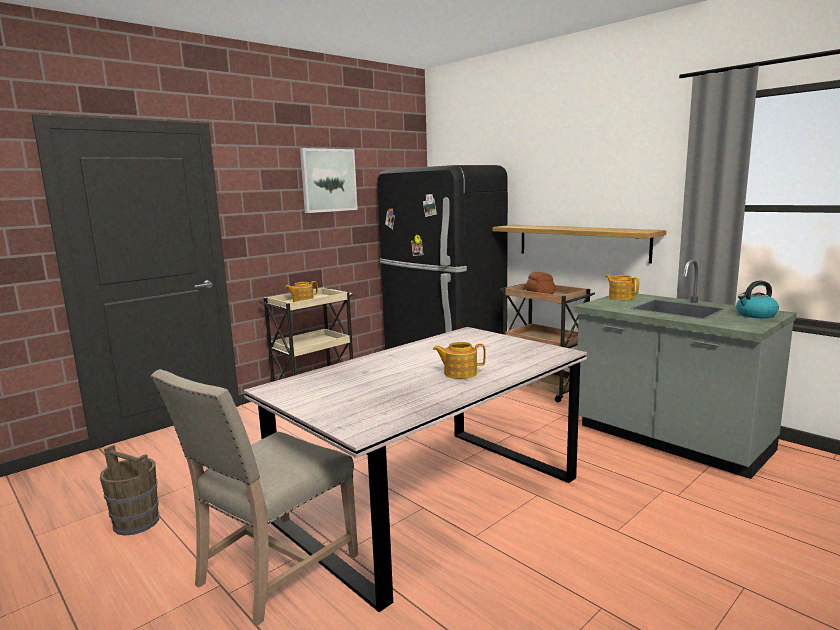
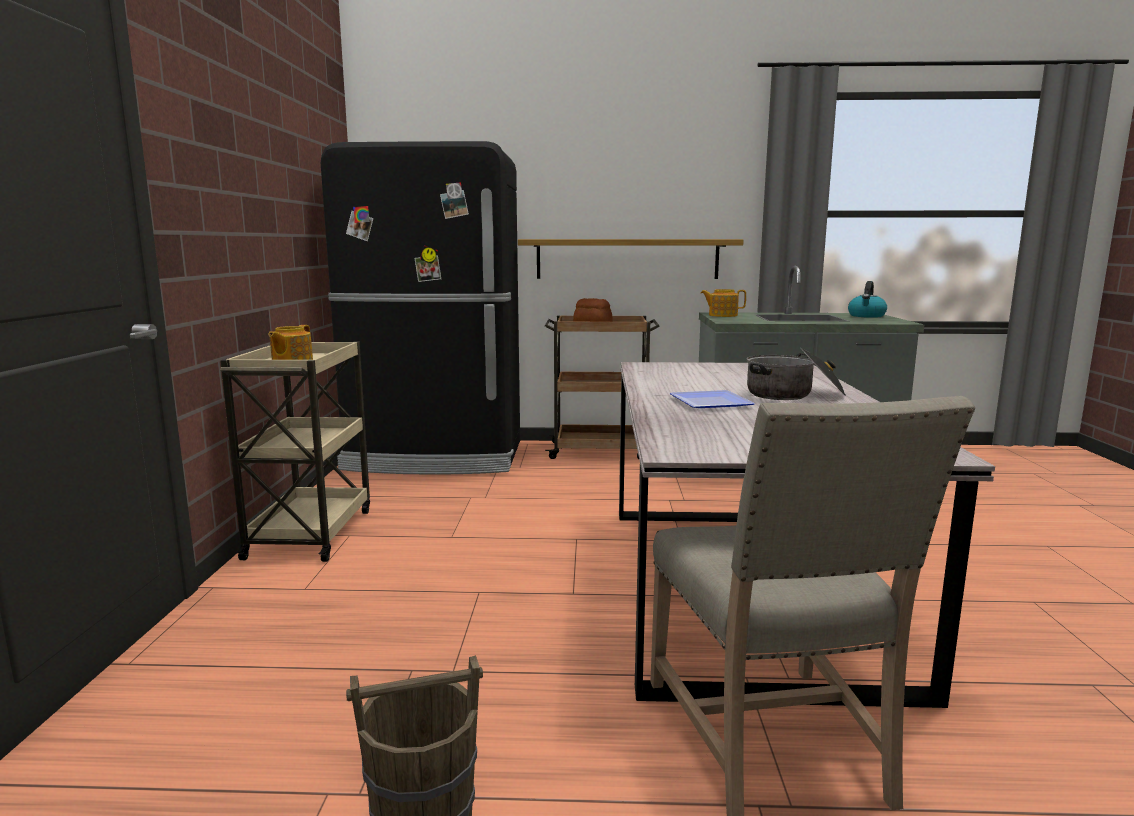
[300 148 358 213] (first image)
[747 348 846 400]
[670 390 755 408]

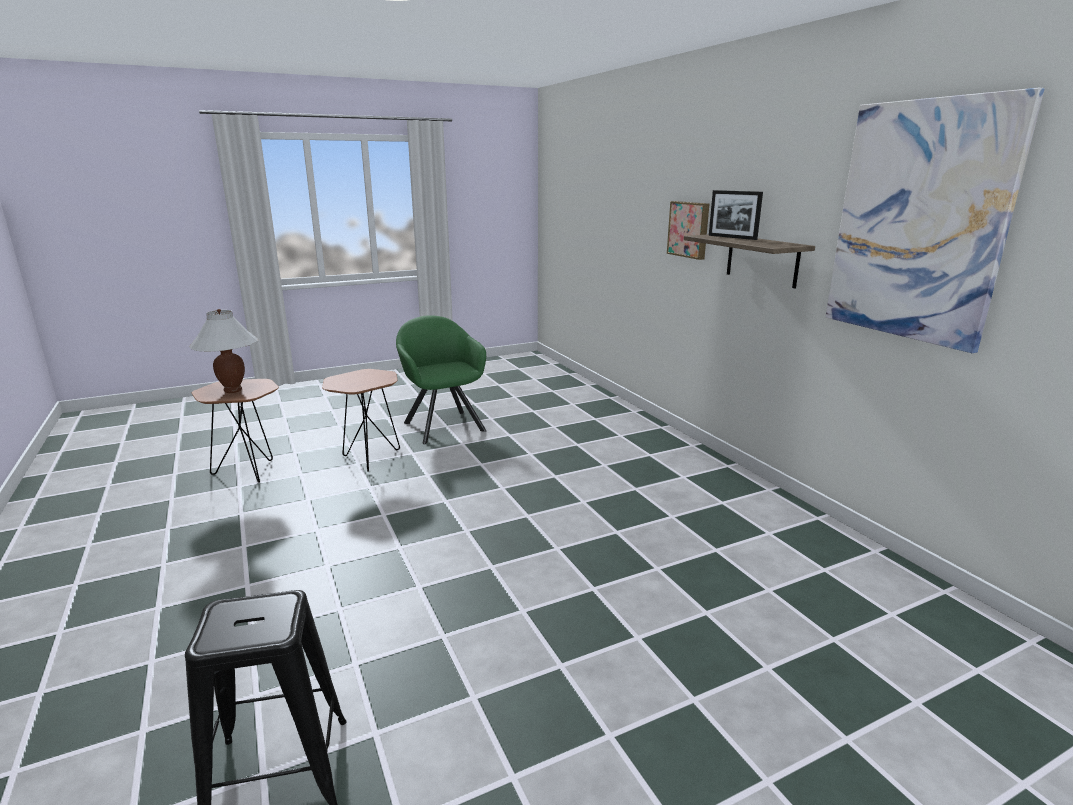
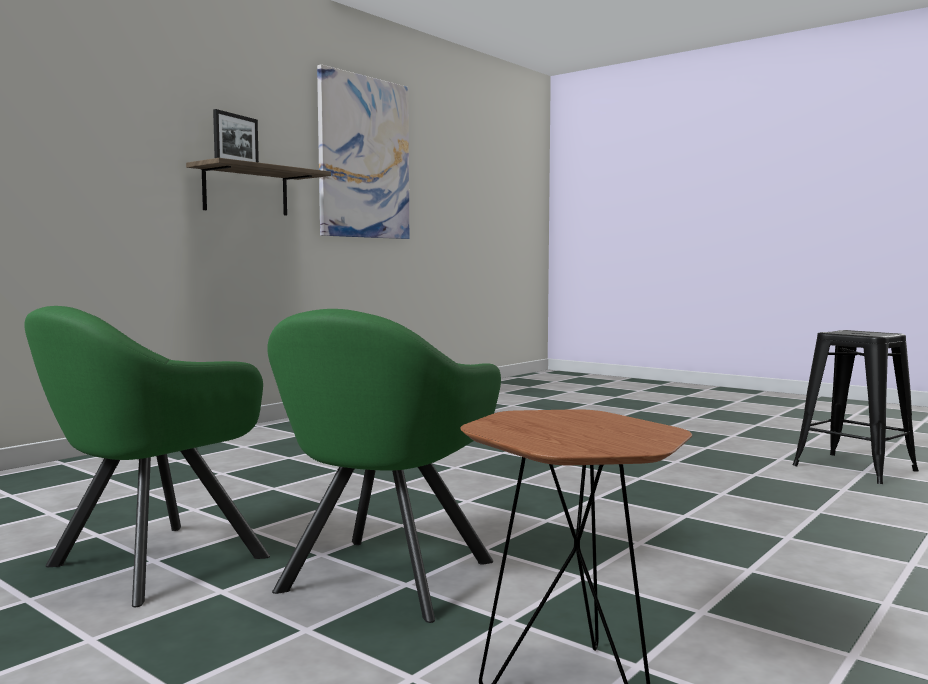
[667 201 709 260] (first image)
[189 309 259 393] (first image)
[268 309 501 623]

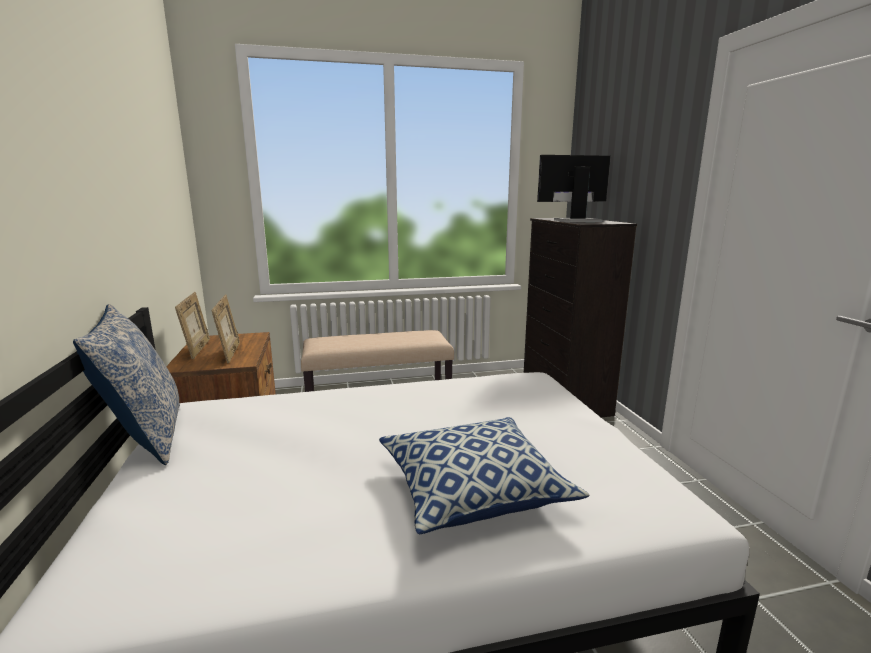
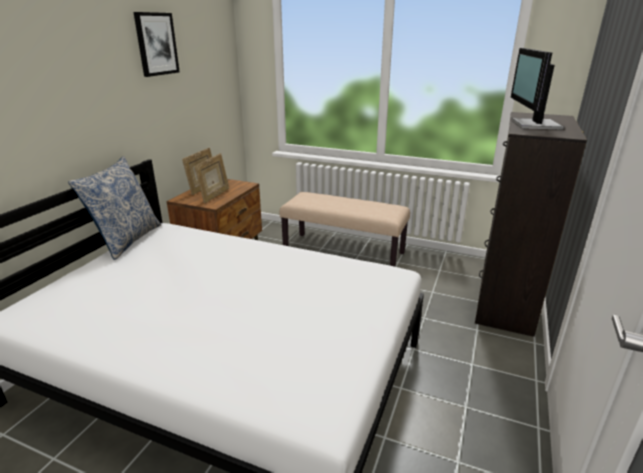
[511 48 564 130]
[379 417 589 534] (first image)
[134 12 180 77]

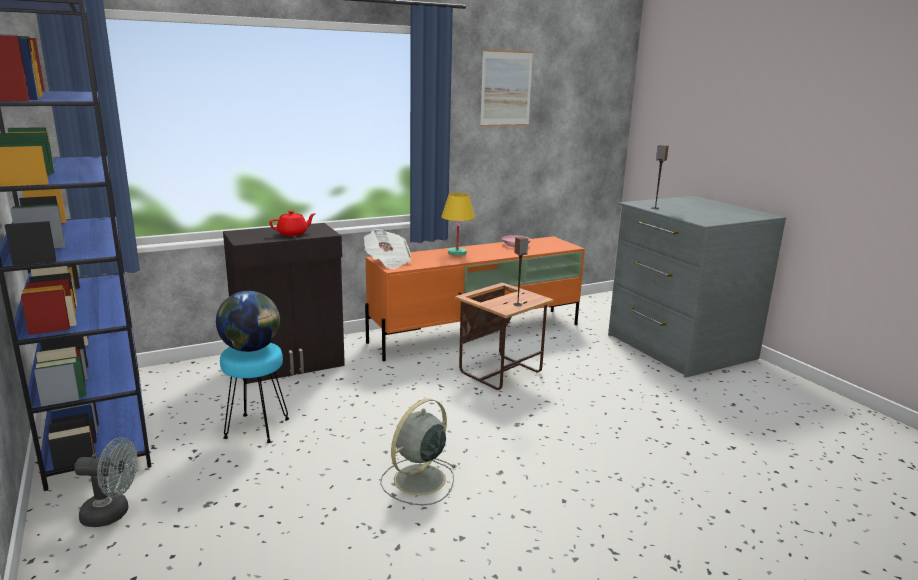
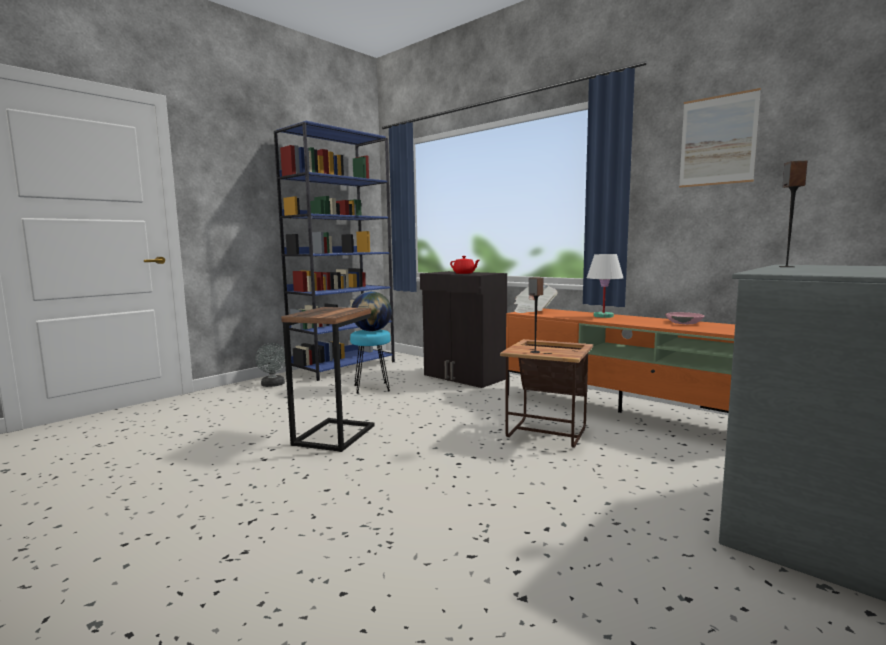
[587 254 623 318]
[281 307 375 452]

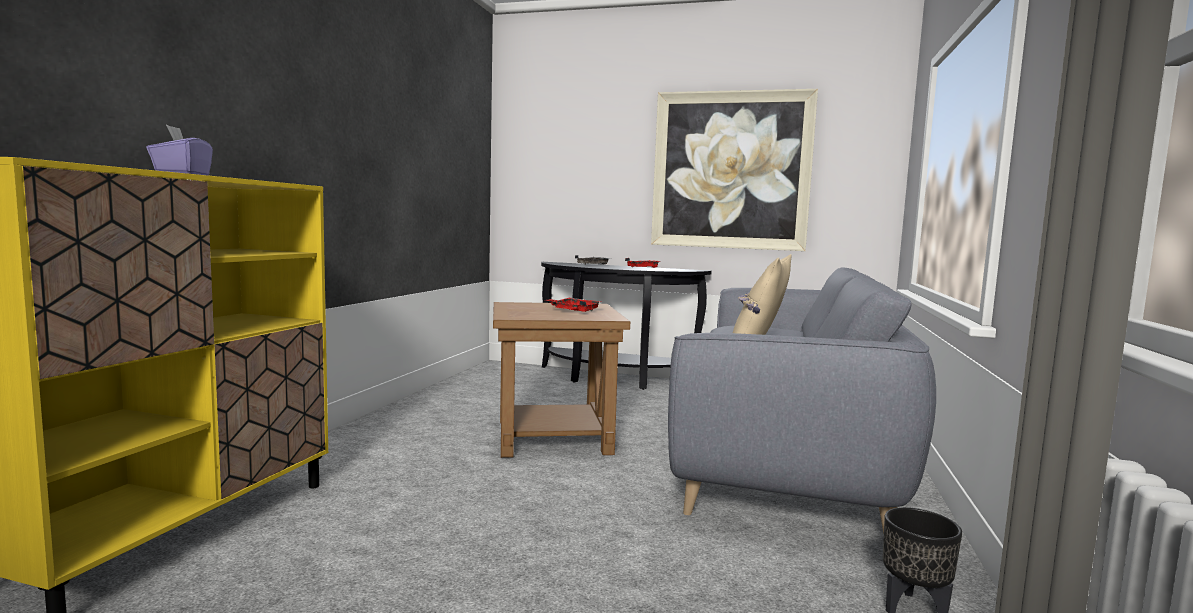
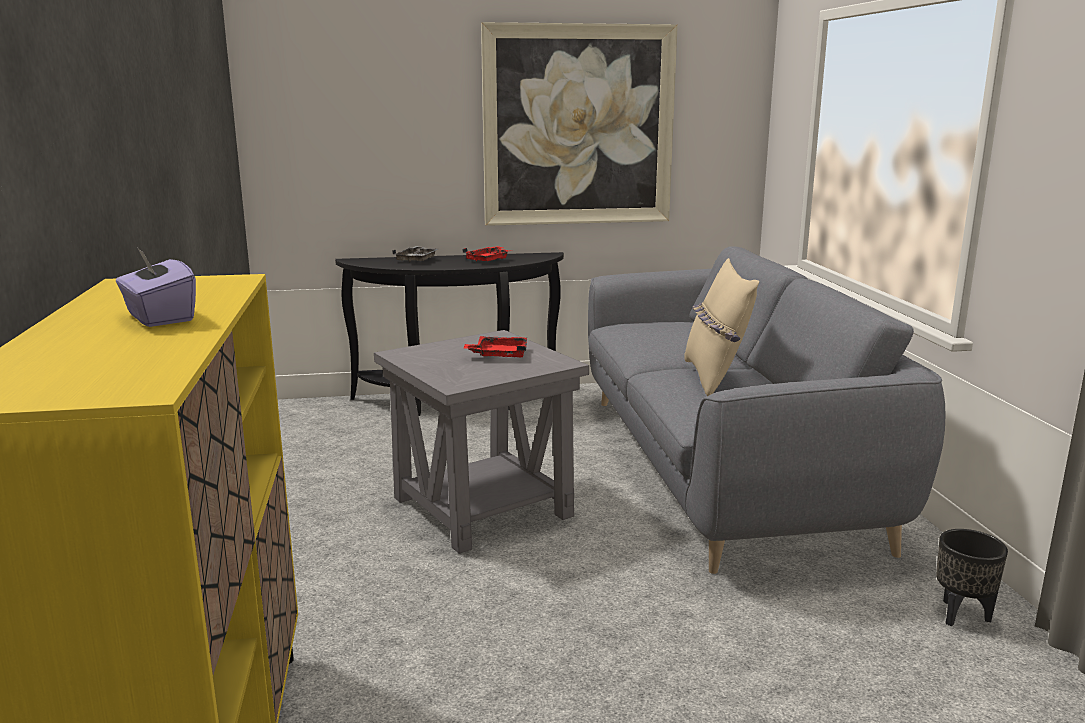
[374 330 589 554]

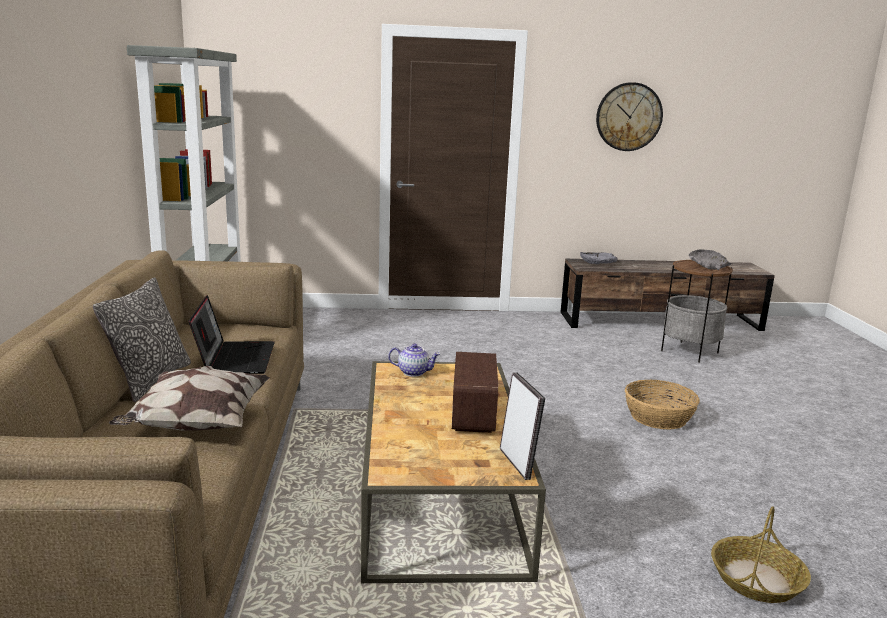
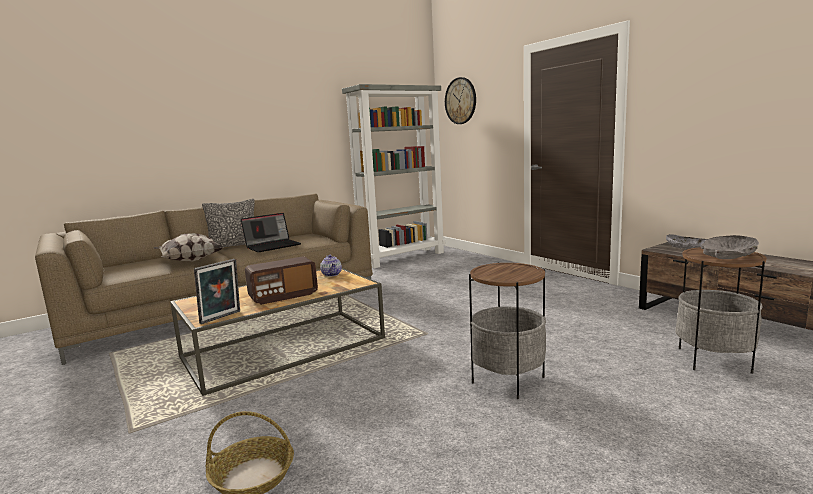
[445 77 476 124]
[469 262 546 399]

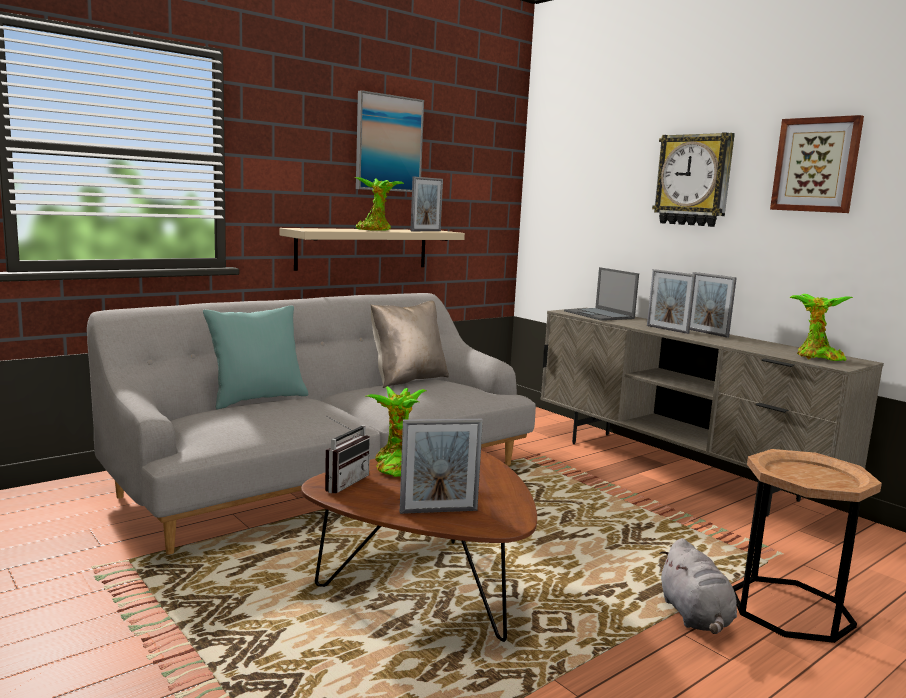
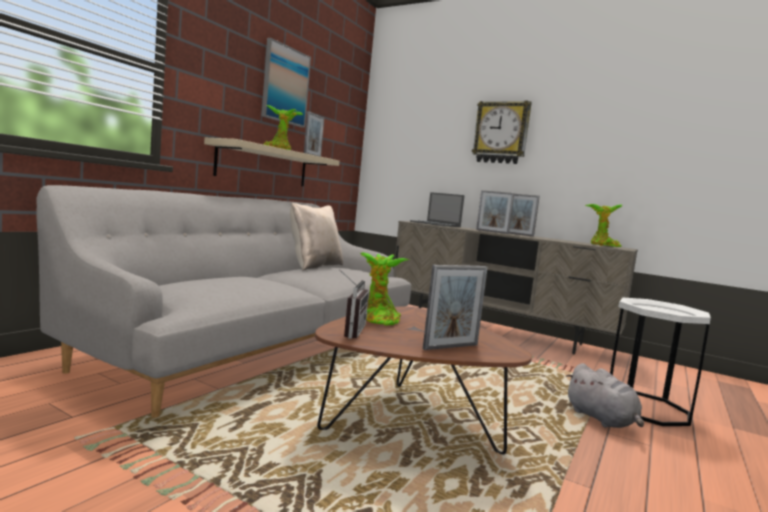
[770 115 864 213] (first image)
[203 305 308 409] (first image)
[610 298 711 426]

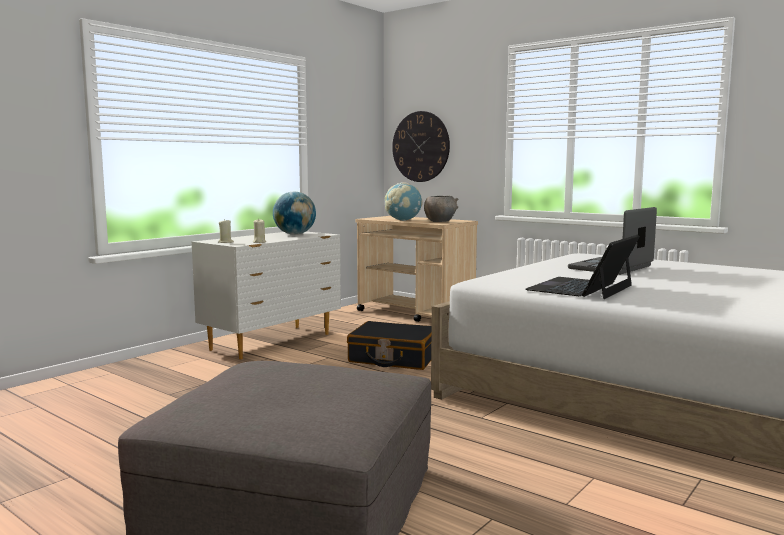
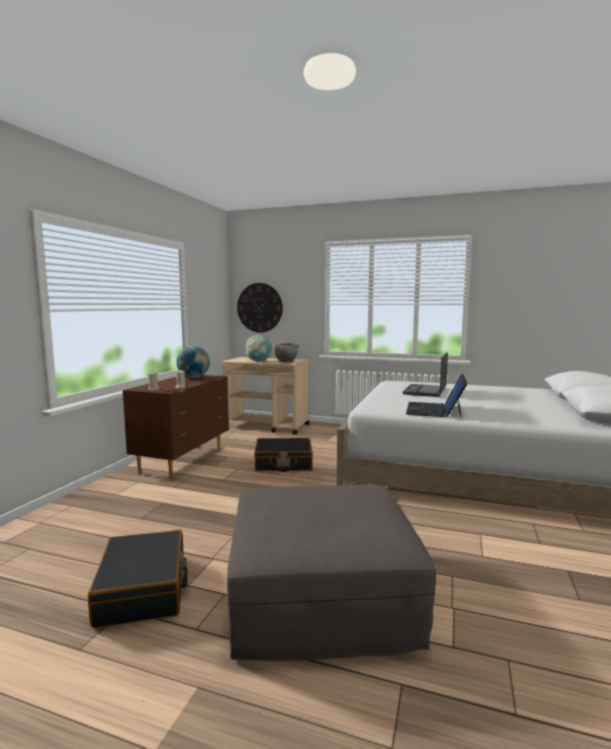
[123 375 229 479]
[88 530 188 628]

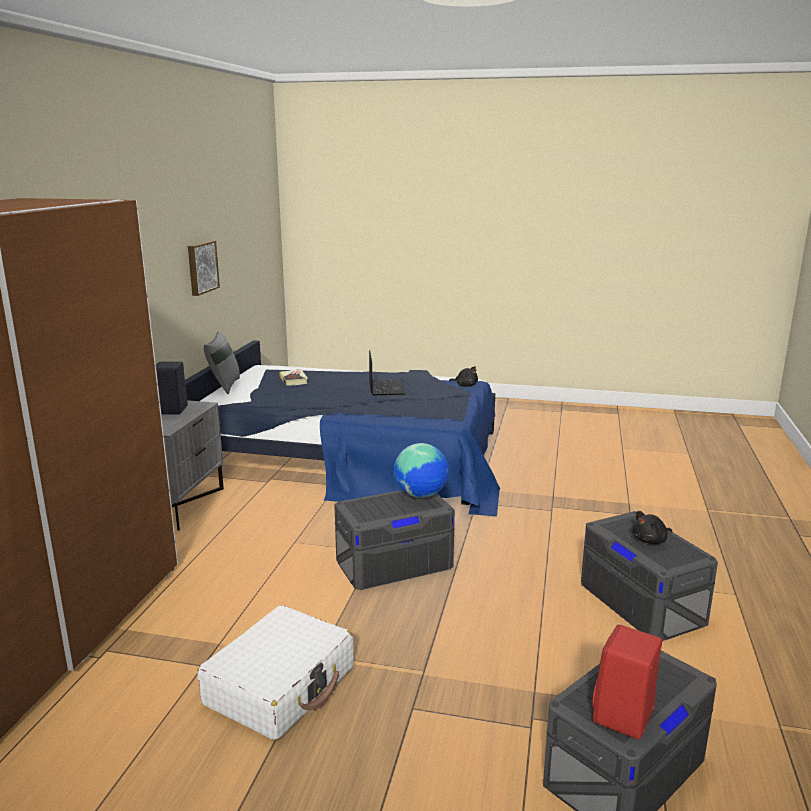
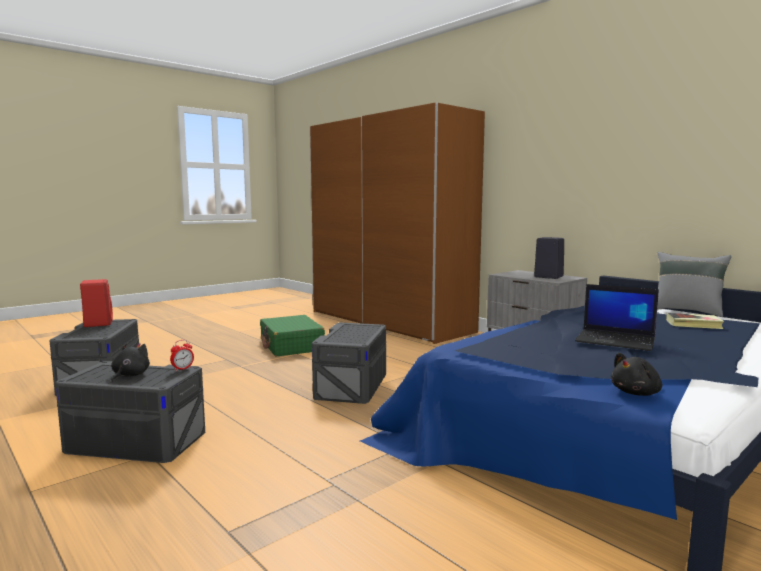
[188 240 220 296] (first image)
[394 443 449 498] (first image)
[260 315 325 357]
[170 340 194 371]

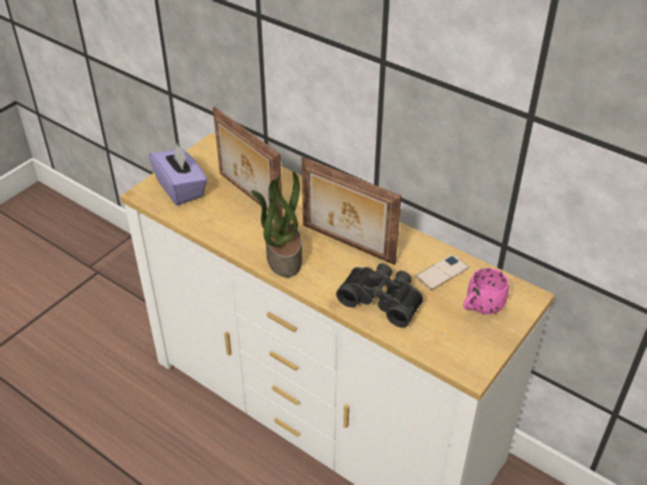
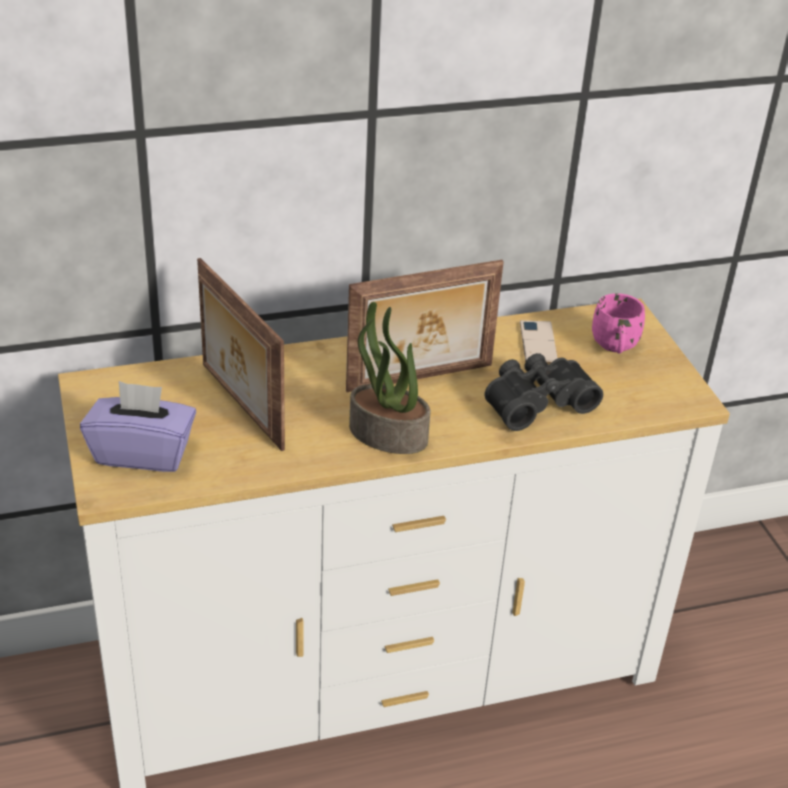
[197 258 285 451]

